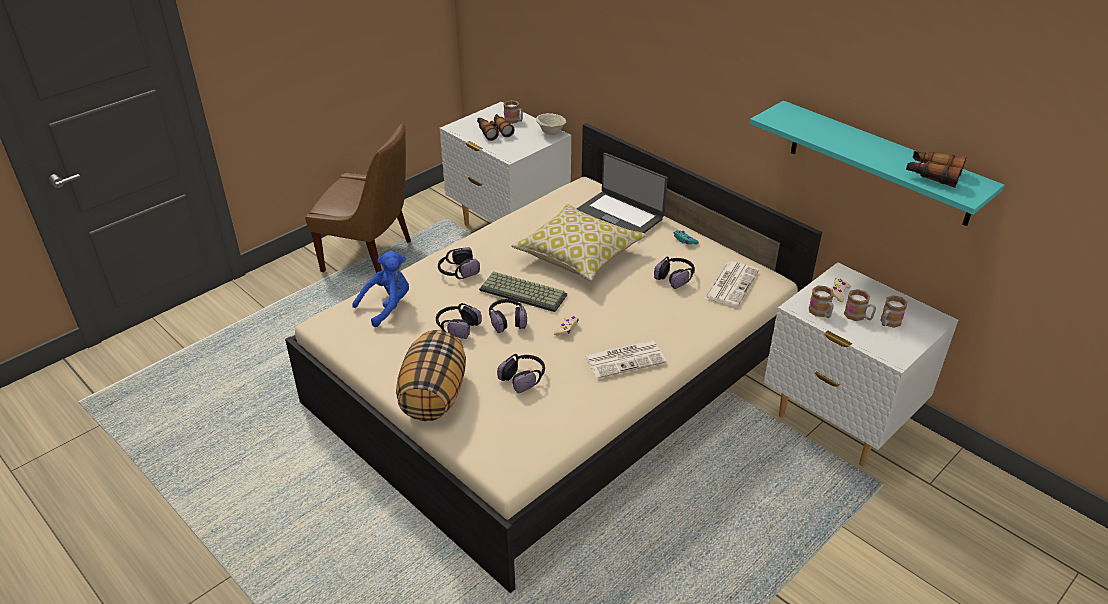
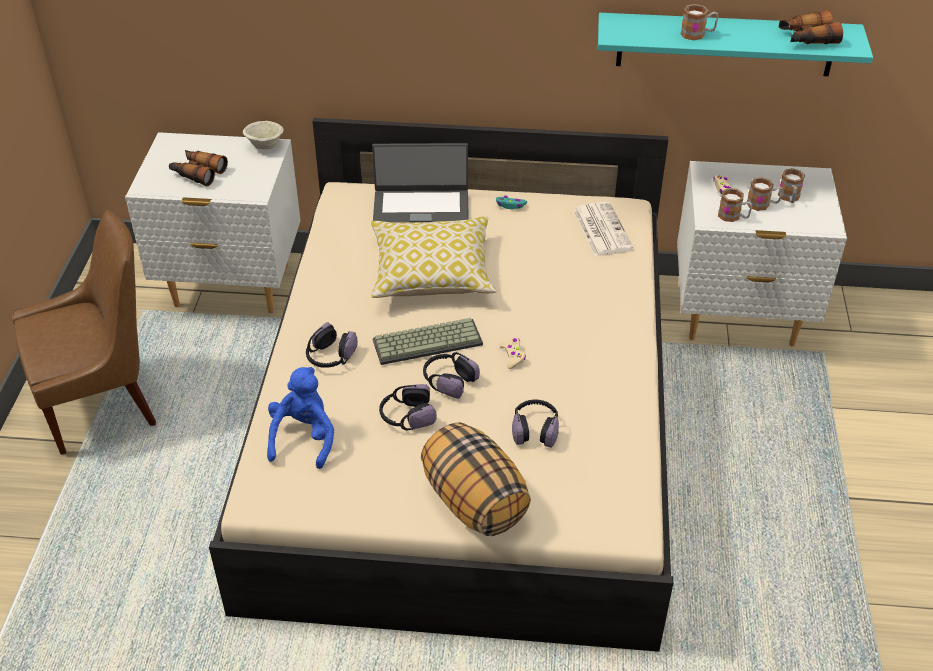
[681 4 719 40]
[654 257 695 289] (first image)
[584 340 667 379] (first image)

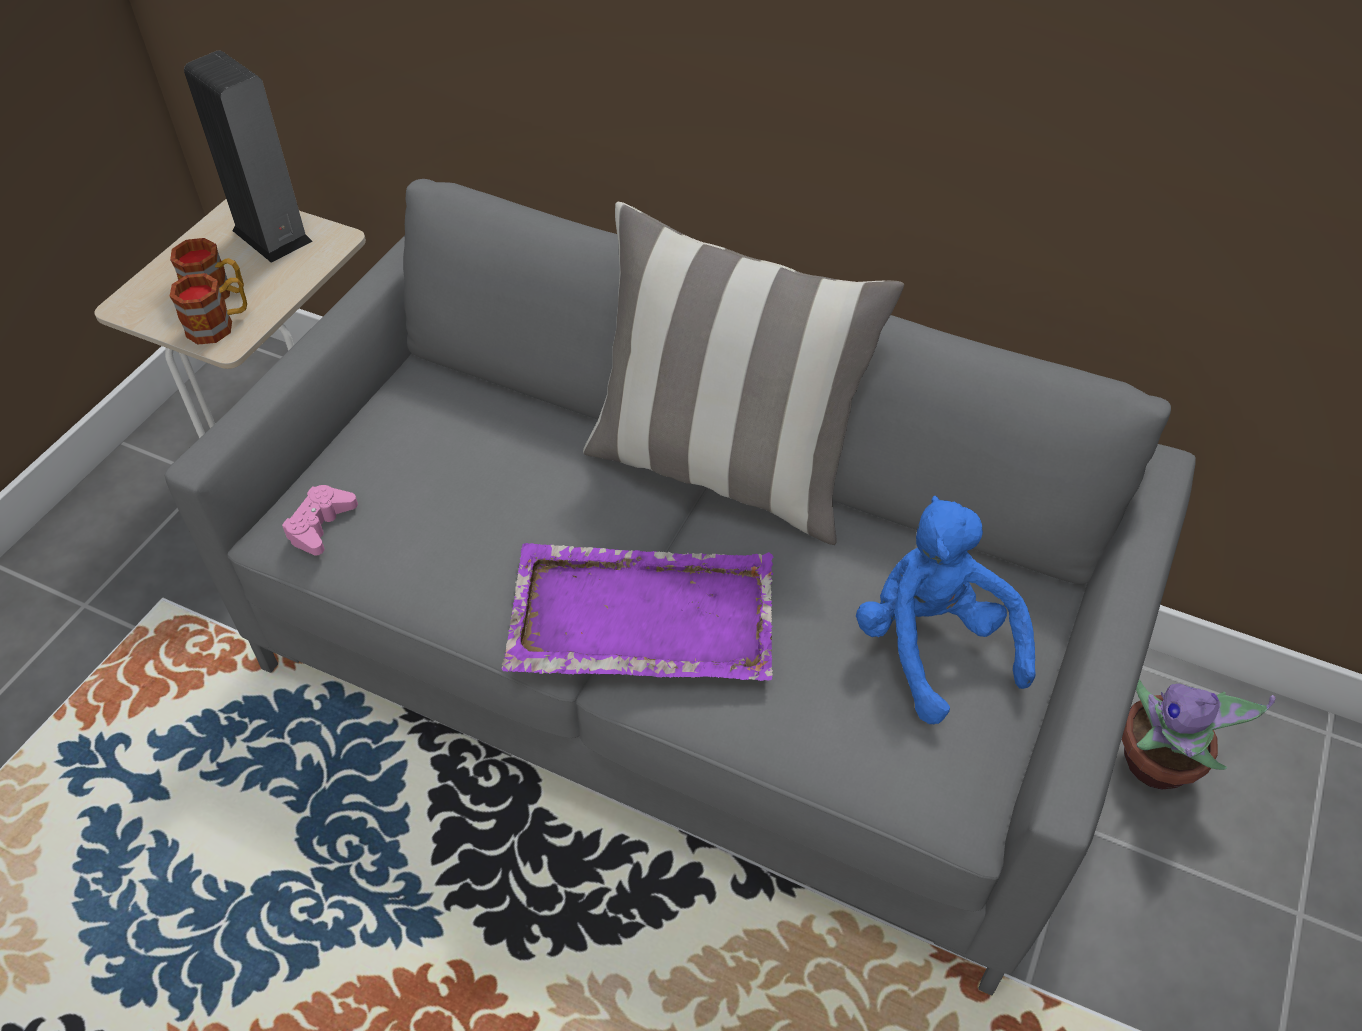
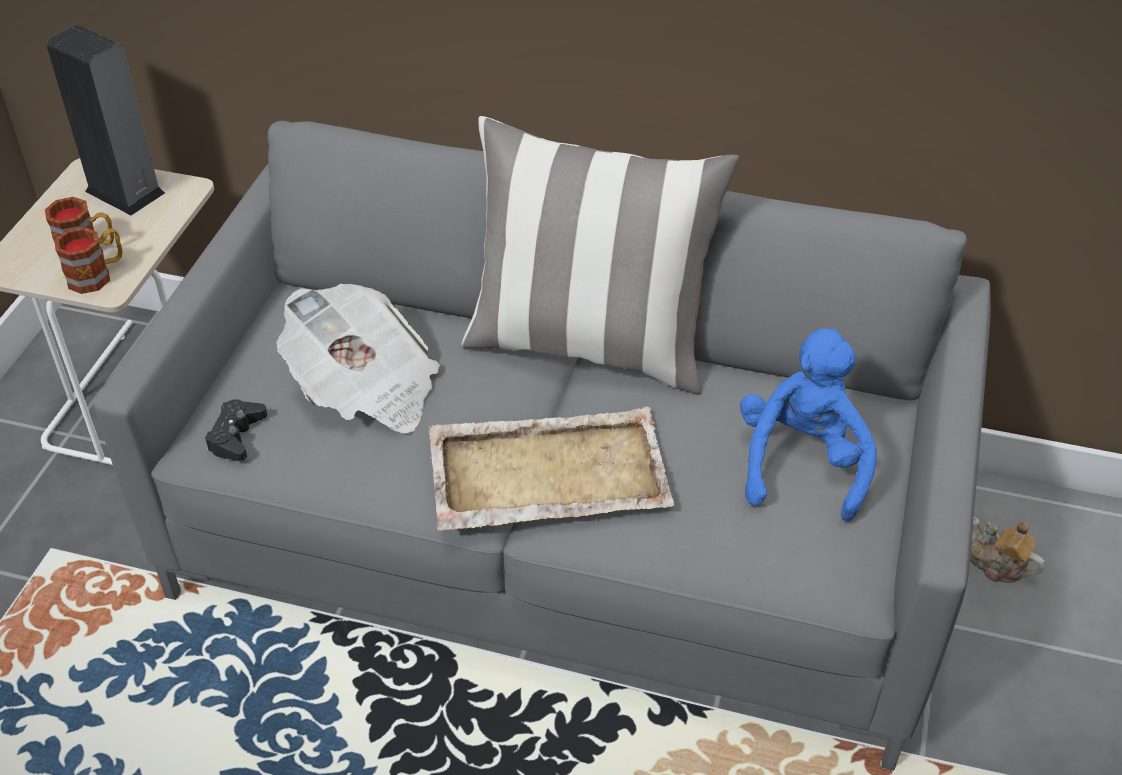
[205 399 267 461]
[740 328 877 522]
[429 406 674 531]
[970 517 1045 583]
[276 284 440 434]

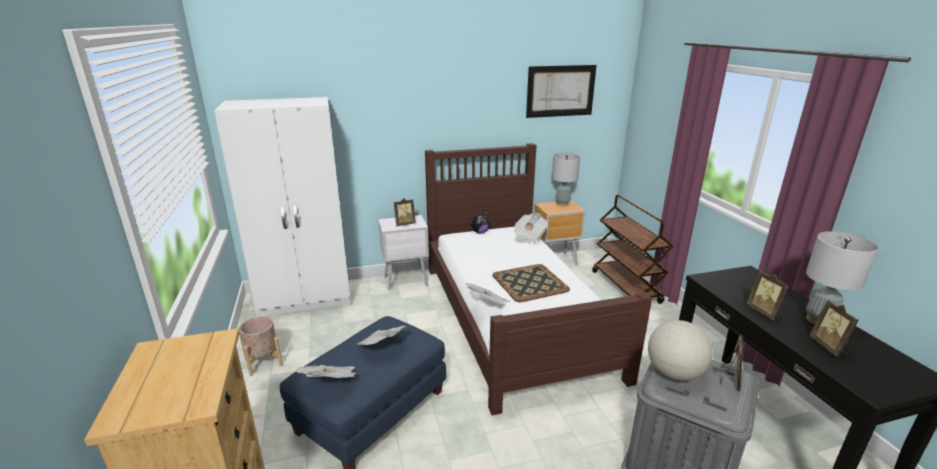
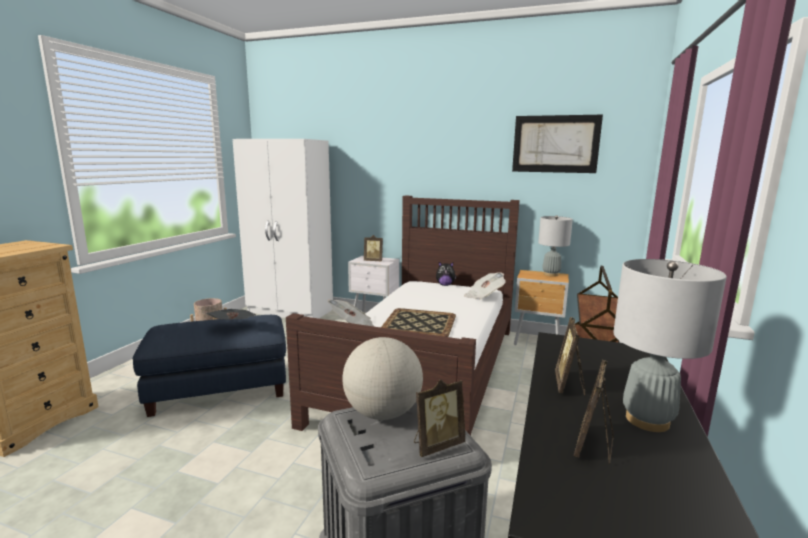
[297 365 356 378] (first image)

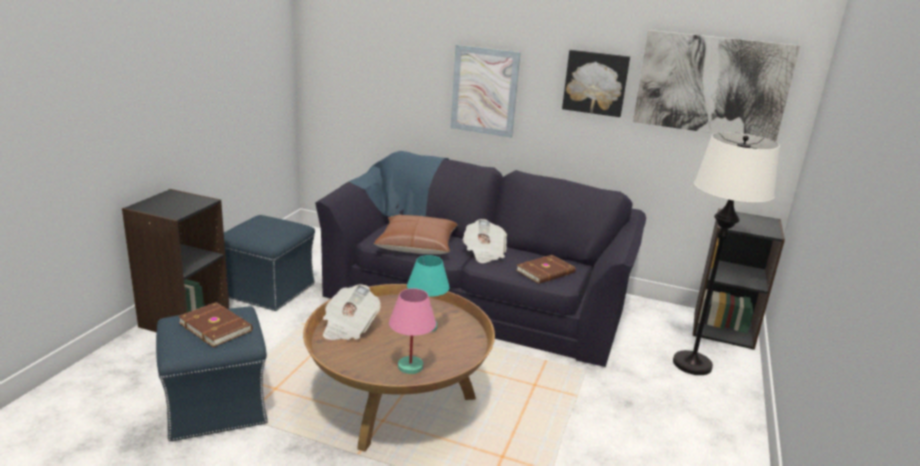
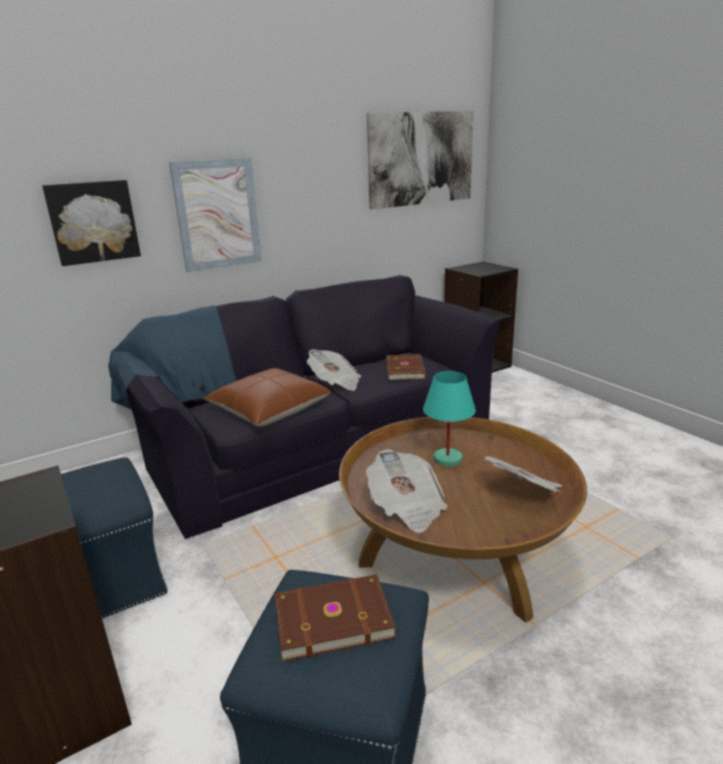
[42 180 141 266]
[673 132 780 375] (first image)
[484 456 562 493]

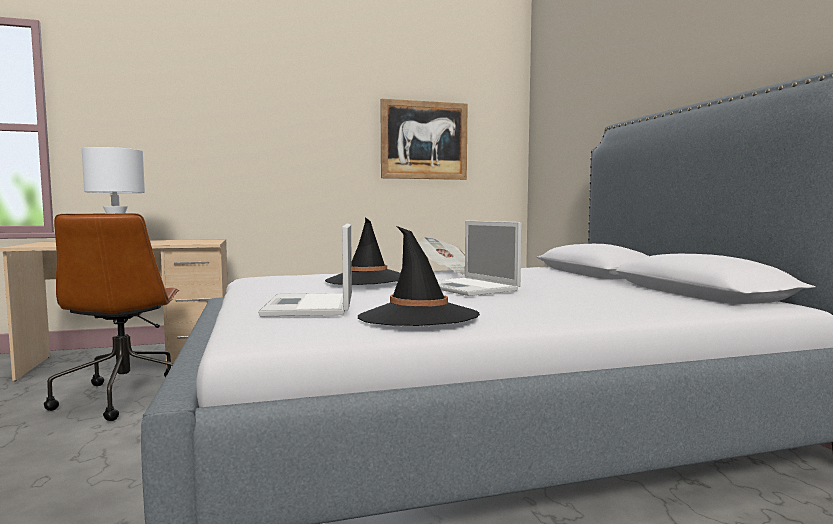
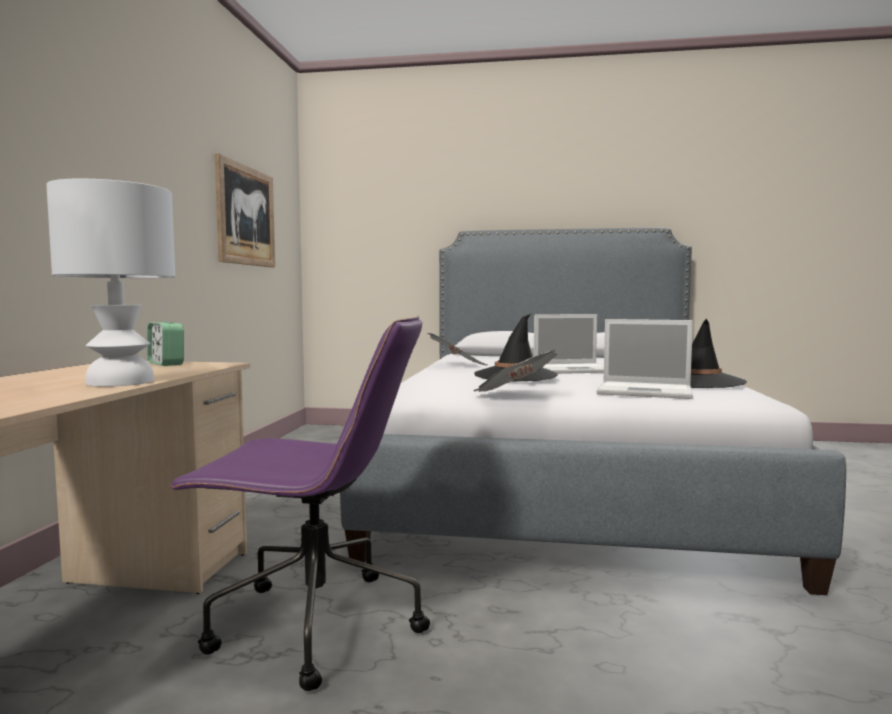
[167 316 430 691]
[147 322 184 366]
[474 350 557 392]

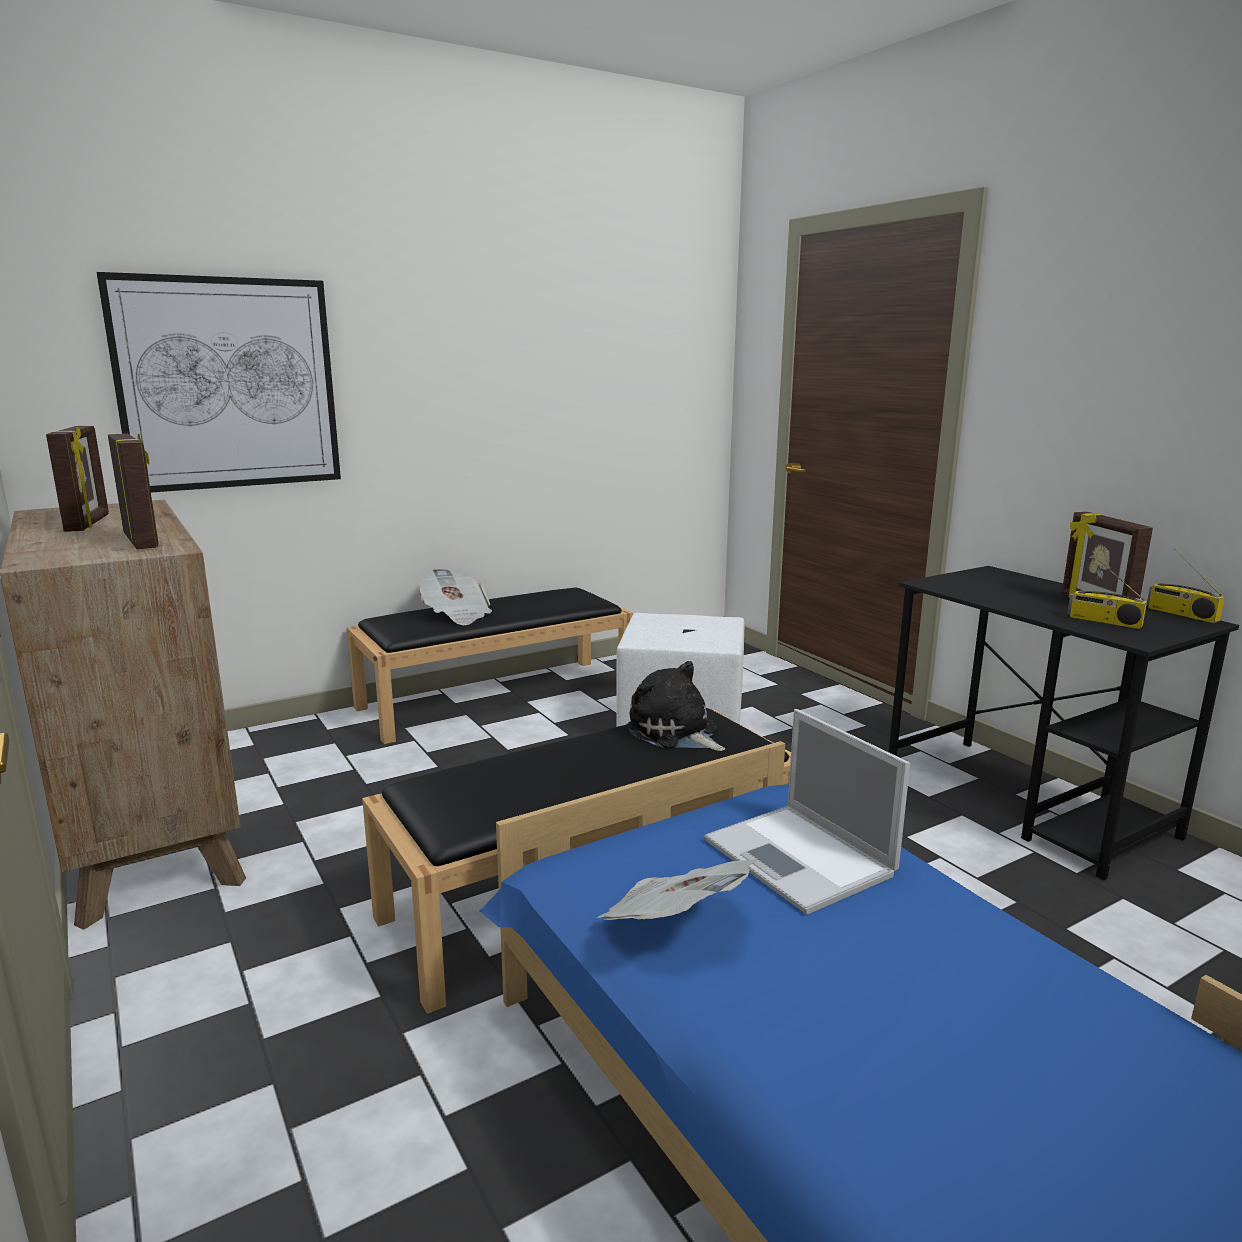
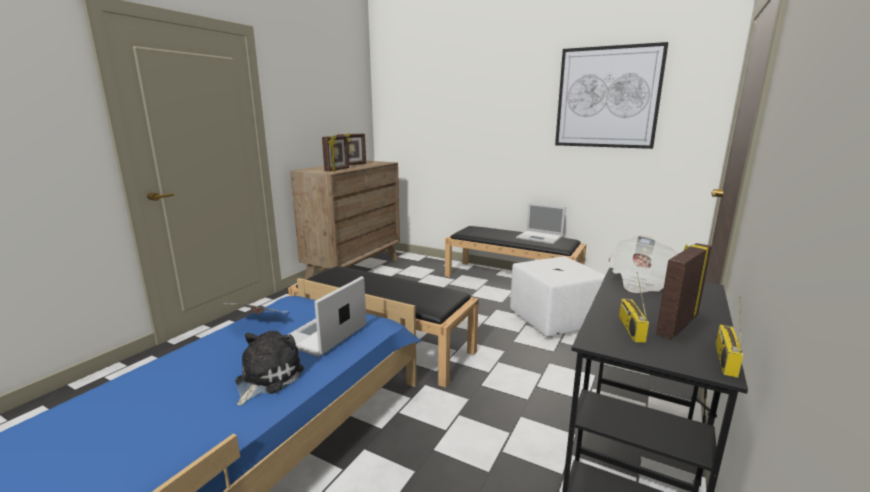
[555 42 668 149]
[608 236 677 293]
[235 331 304 406]
[516 203 566 244]

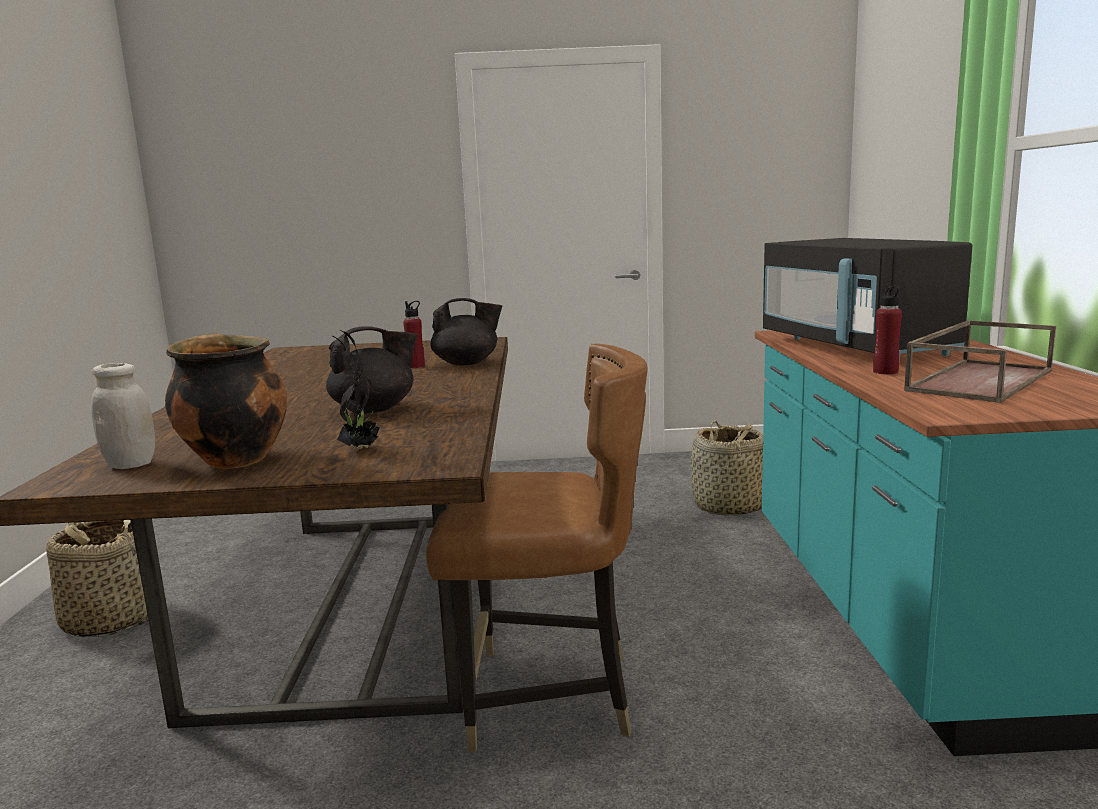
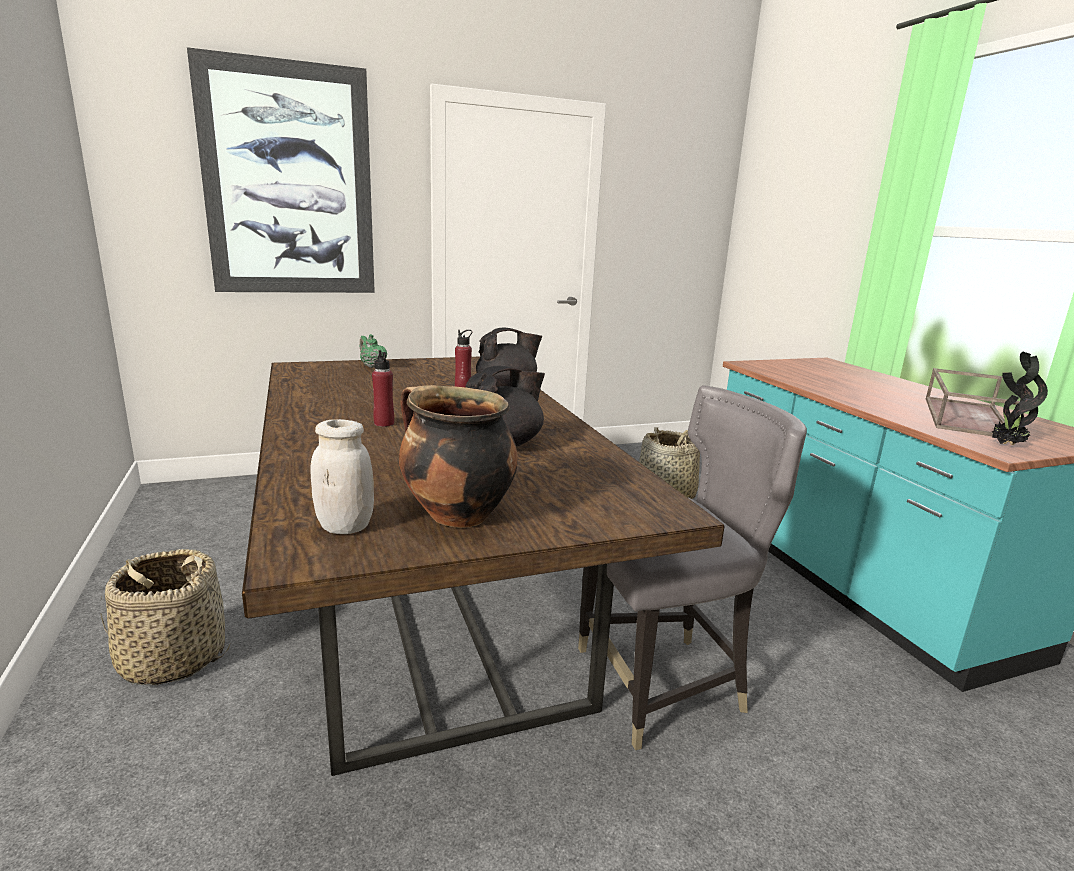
[763 238 972 361] (first image)
[372 350 394 427]
[992 351 1048 445]
[578 385 807 750]
[187 47 375 293]
[359 334 387 368]

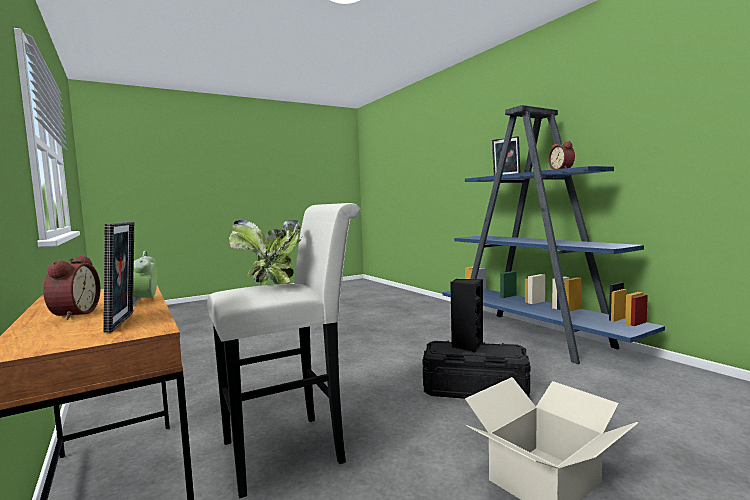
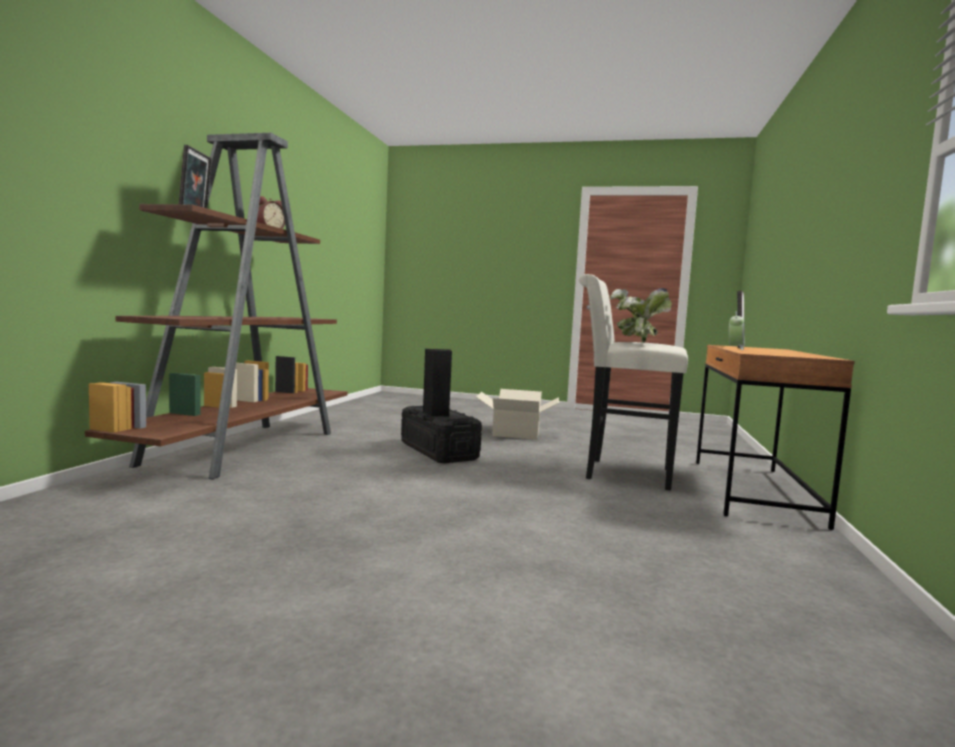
[85 133 348 480]
[43 256 100 320] (first image)

